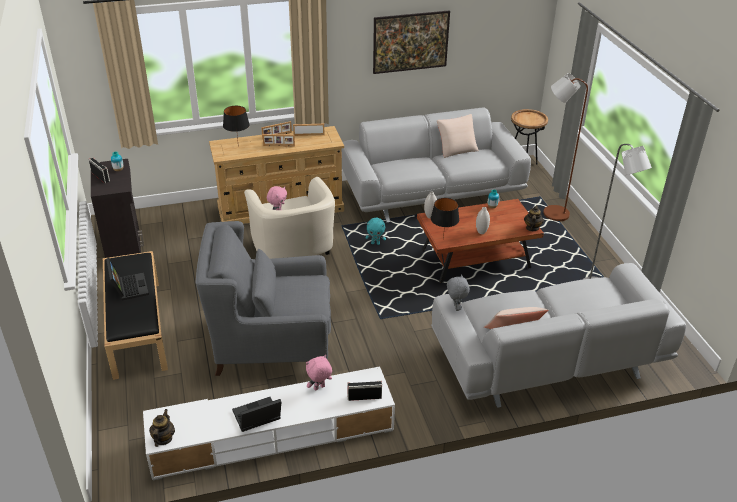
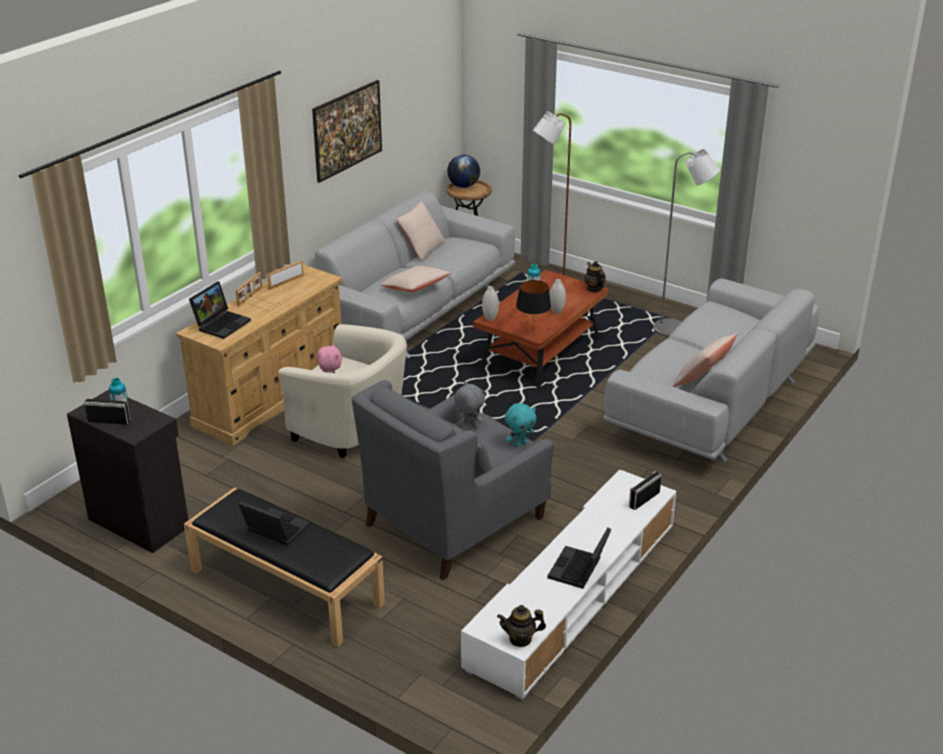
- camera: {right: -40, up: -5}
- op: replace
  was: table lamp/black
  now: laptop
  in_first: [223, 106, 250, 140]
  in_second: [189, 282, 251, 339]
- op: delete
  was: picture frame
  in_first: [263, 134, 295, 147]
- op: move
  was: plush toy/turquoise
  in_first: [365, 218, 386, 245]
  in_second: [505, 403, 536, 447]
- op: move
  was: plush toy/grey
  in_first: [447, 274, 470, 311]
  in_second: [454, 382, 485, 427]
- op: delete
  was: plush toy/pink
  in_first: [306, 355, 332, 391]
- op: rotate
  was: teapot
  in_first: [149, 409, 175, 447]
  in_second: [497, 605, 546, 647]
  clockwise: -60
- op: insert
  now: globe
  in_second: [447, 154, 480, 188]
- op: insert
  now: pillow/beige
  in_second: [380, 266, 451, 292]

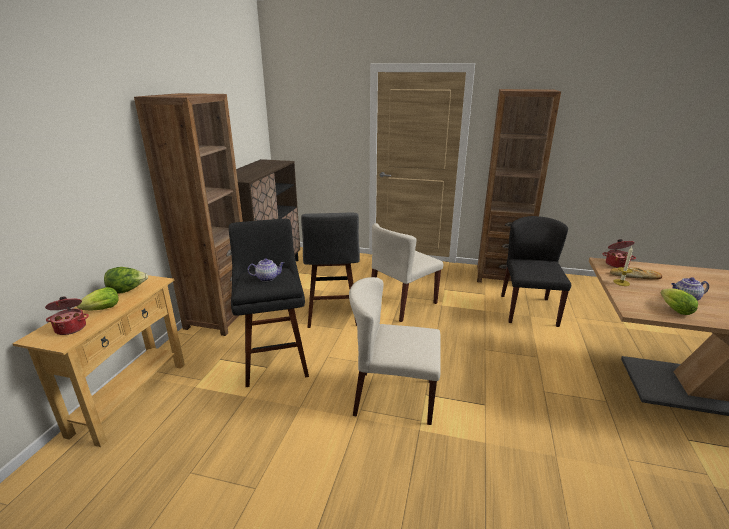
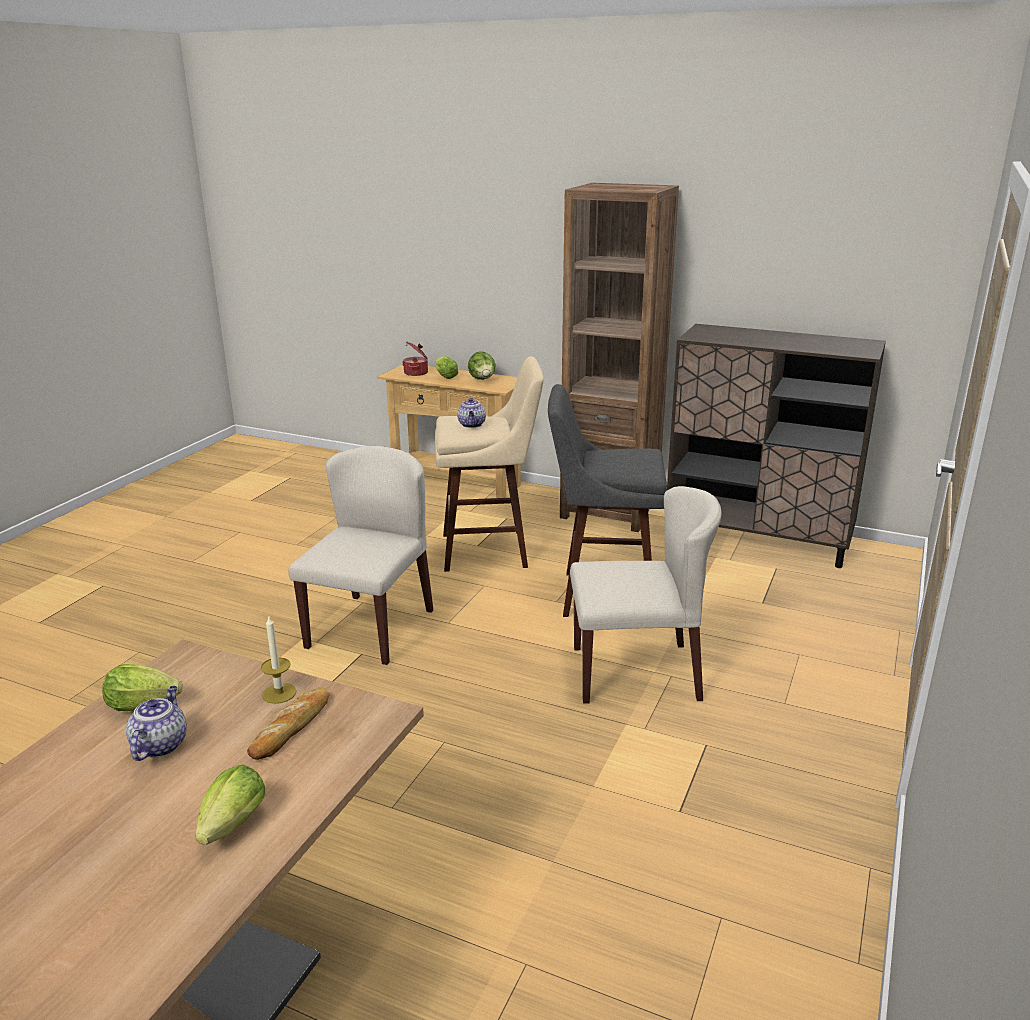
- camera: {right: 100, up: 0}
- op: delete
  was: bookcase/brown
  in_first: [477, 89, 561, 283]
- op: delete
  was: chair/black
  in_first: [501, 216, 571, 327]
- op: recolor
  was: stool/black
  now: stool/beige
  in_first: [229, 219, 309, 387]
  in_second: [435, 356, 544, 572]
- op: rotate
  was: chair/beige
  in_first: [371, 223, 443, 322]
  in_second: [570, 486, 721, 704]
  clockwise: 120
- op: delete
  was: cooking pot
  in_first: [602, 239, 636, 268]
- op: insert
  now: lettuce
  in_second: [195, 764, 266, 845]

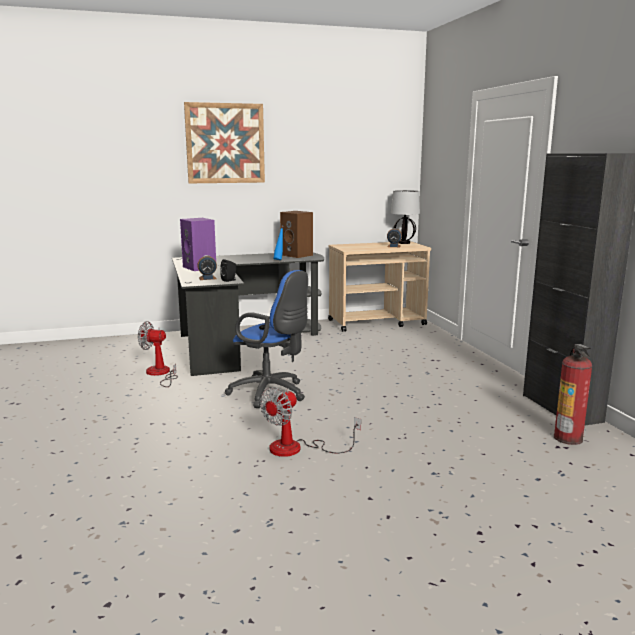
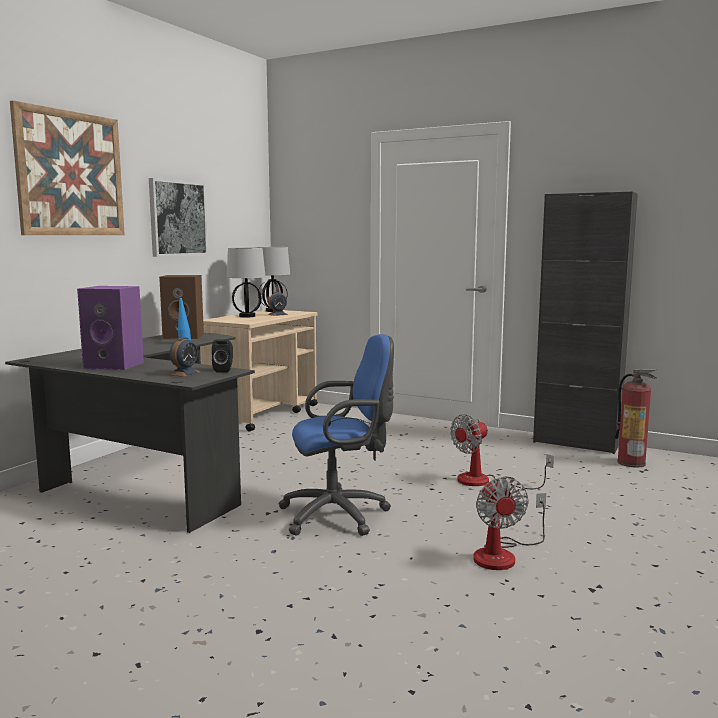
- camera: {right: -45, up: -5}
- op: move
  was: fan
  in_first: [138, 321, 178, 387]
  in_second: [450, 414, 554, 489]
- op: insert
  now: picture
  in_second: [149, 178, 208, 257]
- op: insert
  now: table lamp
  in_second: [227, 248, 266, 318]

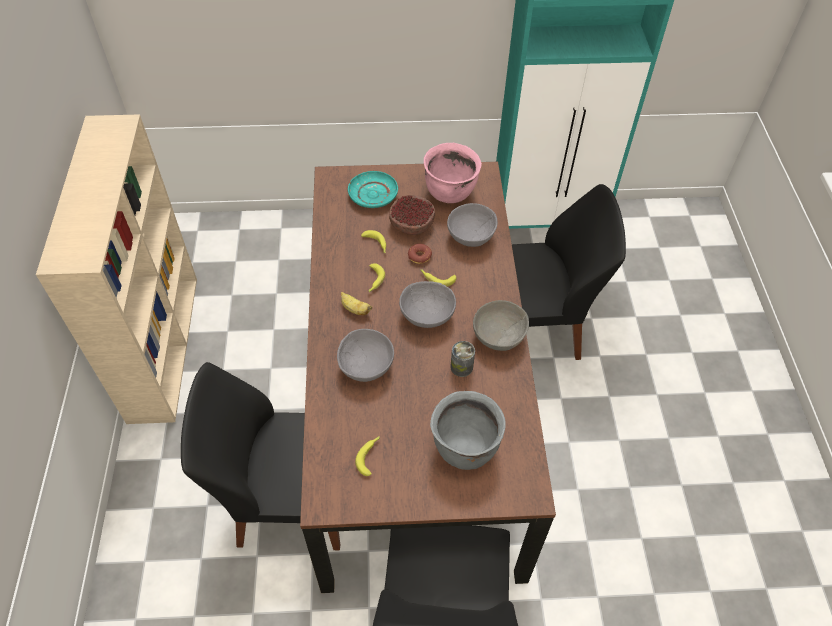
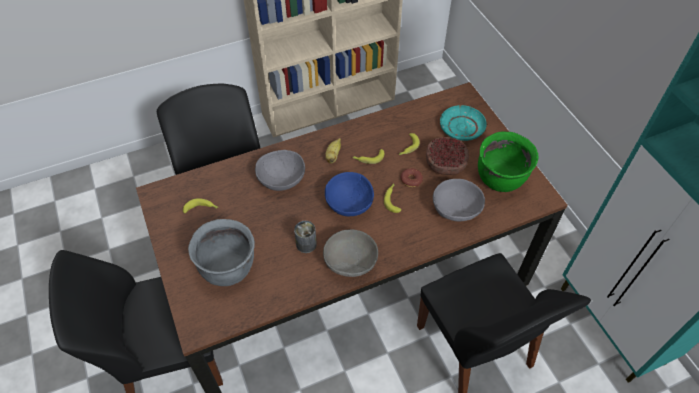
- camera: {right: 70, up: 0}
- op: recolor
  was: cooking pot/pink
  now: cooking pot/green
  in_first: [424, 143, 482, 203]
  in_second: [478, 132, 539, 192]
- op: recolor
  was: bowl/grey
  now: bowl/blue
  in_first: [399, 281, 456, 328]
  in_second: [325, 172, 374, 216]

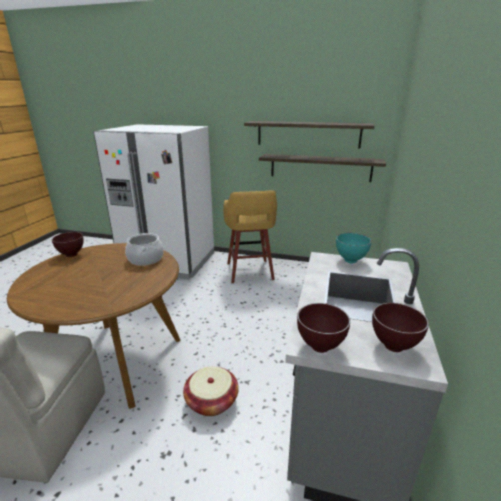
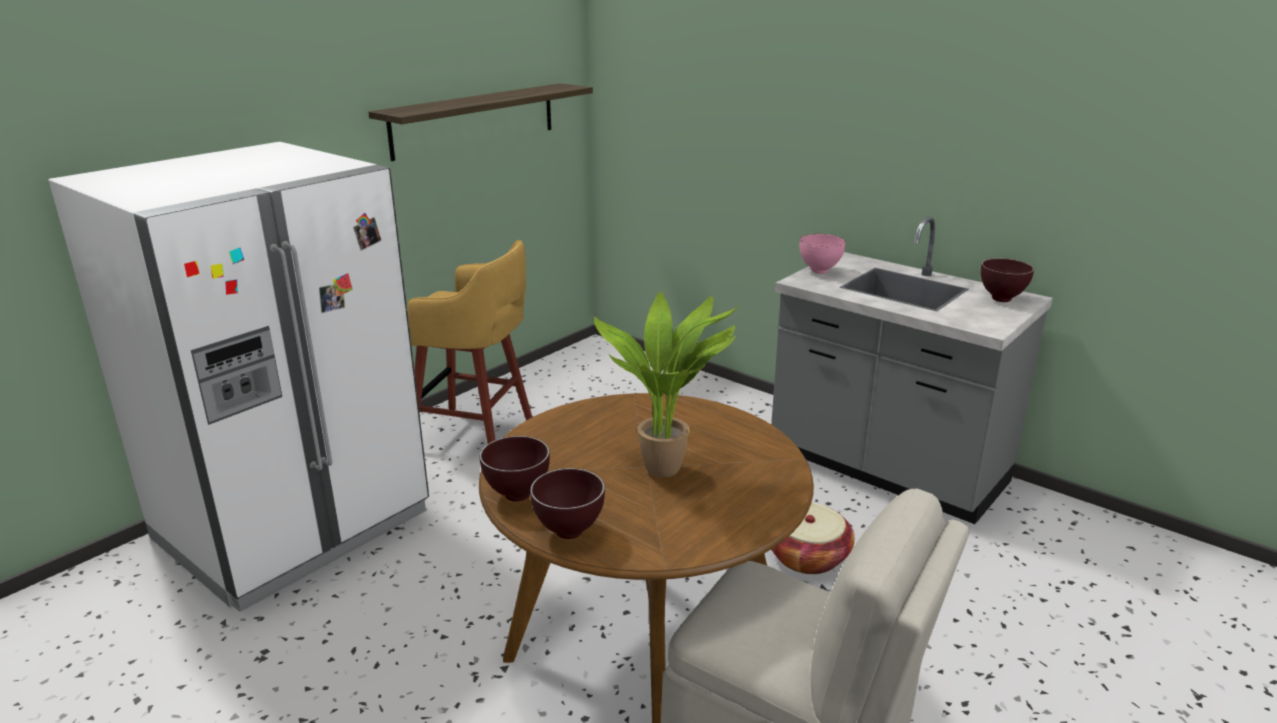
- camera: {right: -65, up: 0}
- op: delete
  was: shelf
  in_first: [259, 154, 386, 182]
- op: delete
  was: cooking pot
  in_first: [125, 233, 164, 266]
- op: recolor
  was: bowl/turquoise
  now: bowl/pink
  in_first: [336, 233, 371, 263]
  in_second: [799, 234, 846, 274]
- op: move
  was: bowl/brown
  in_first: [297, 303, 350, 353]
  in_second: [530, 468, 605, 539]
- op: insert
  now: potted plant
  in_second: [594, 292, 742, 478]

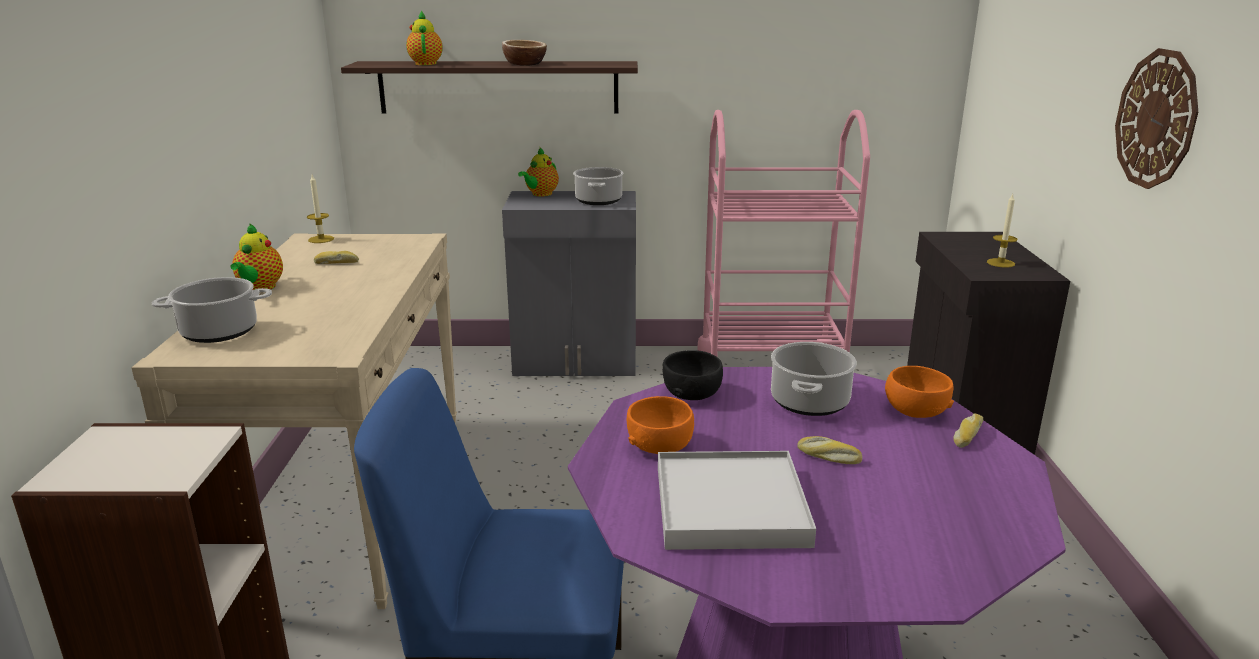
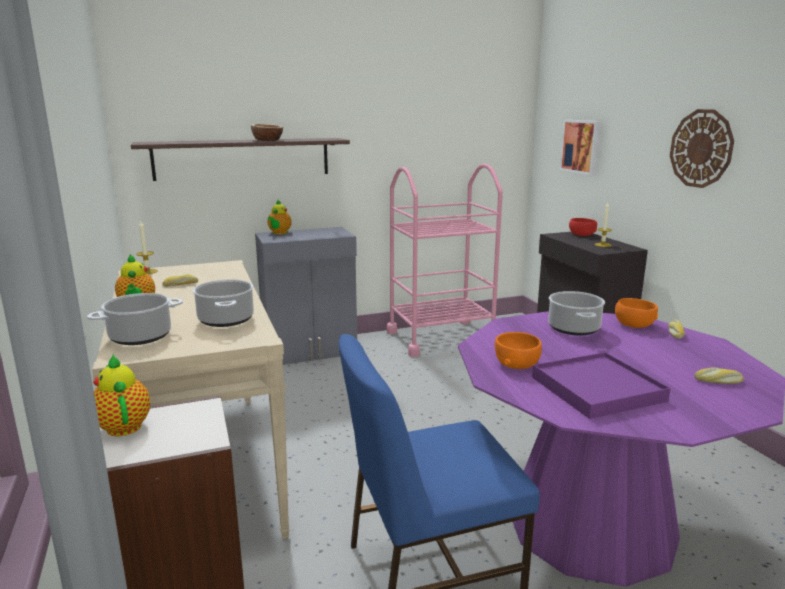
- camera: {right: -20, up: -5}
- op: move
  was: teapot
  in_first: [406, 11, 443, 65]
  in_second: [93, 355, 150, 436]
- op: move
  was: cooking pot
  in_first: [573, 167, 623, 205]
  in_second: [193, 279, 254, 327]
- op: delete
  was: bowl/black
  in_first: [662, 350, 723, 400]
- op: move
  was: bread
  in_first: [797, 436, 862, 464]
  in_second: [695, 368, 744, 384]
- op: recolor
  was: tray/white
  now: tray/purple
  in_first: [658, 451, 816, 550]
  in_second: [532, 352, 671, 419]
- op: insert
  now: picture
  in_second: [559, 120, 601, 175]
- op: insert
  now: bowl/red
  in_second: [569, 218, 597, 236]

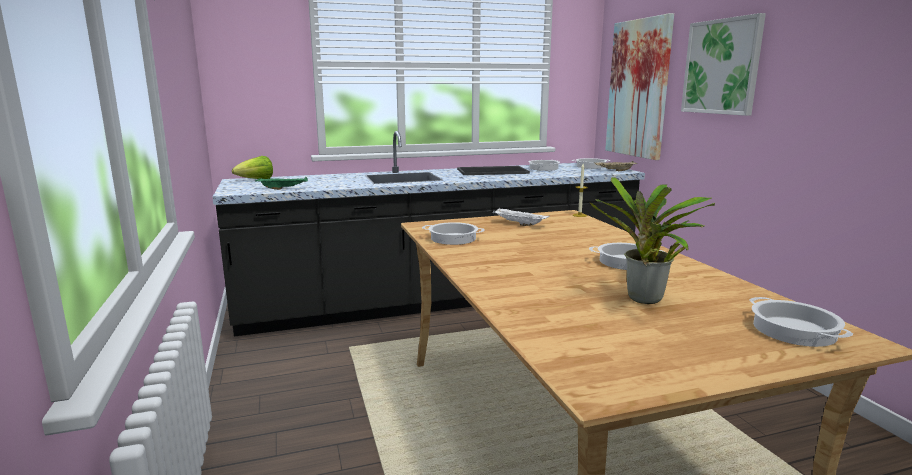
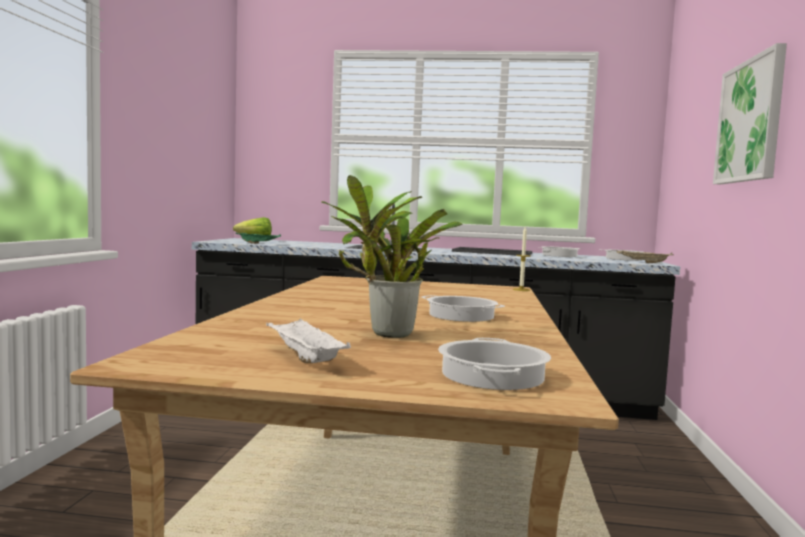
- camera: {right: 25, up: -10}
- op: delete
  was: picture
  in_first: [605, 13, 674, 160]
- op: move
  was: tray/white
  in_first: [492, 208, 550, 226]
  in_second: [266, 318, 351, 363]
- op: delete
  was: cooking pot
  in_first: [422, 222, 485, 245]

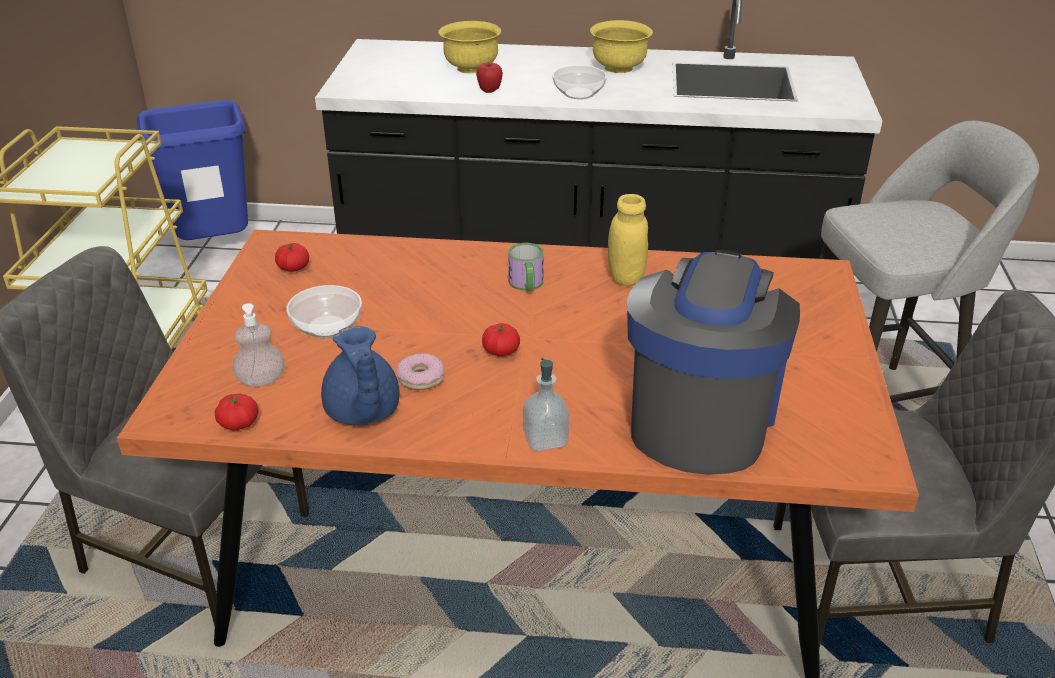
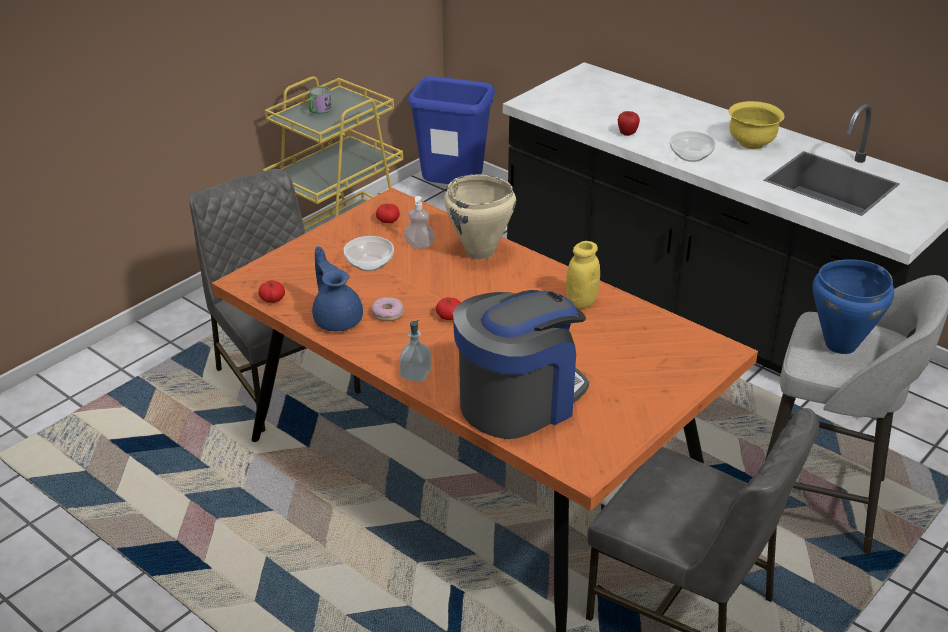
- camera: {right: 35, up: 0}
- op: delete
  was: bowl/yellow
  in_first: [438, 21, 501, 74]
- op: move
  was: mug
  in_first: [508, 243, 544, 291]
  in_second: [309, 86, 332, 114]
- op: move
  was: soap dispenser
  in_first: [233, 303, 285, 387]
  in_second: [404, 196, 435, 249]
- op: rotate
  was: teapot/blue
  in_first: [321, 326, 399, 425]
  in_second: [312, 246, 363, 331]
  clockwise: 135
- op: insert
  now: cooking pot/beige
  in_second: [444, 174, 516, 260]
- op: insert
  now: cooking pot/blue
  in_second: [812, 259, 894, 354]

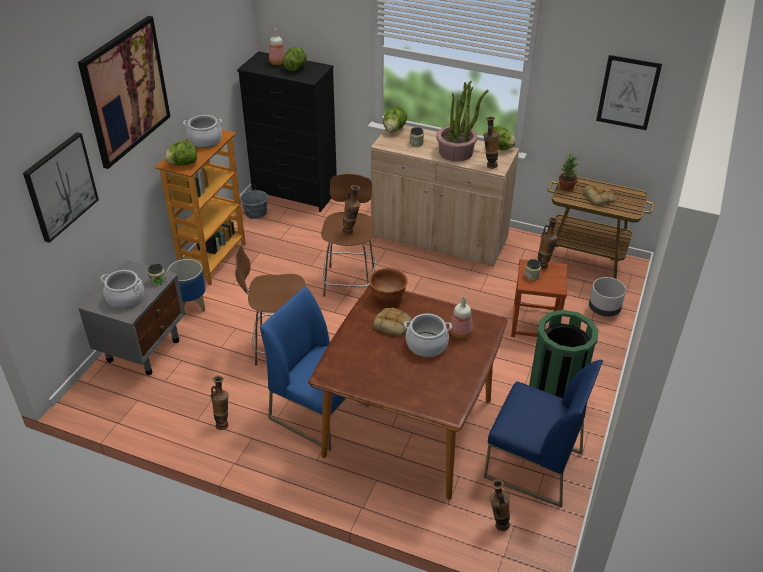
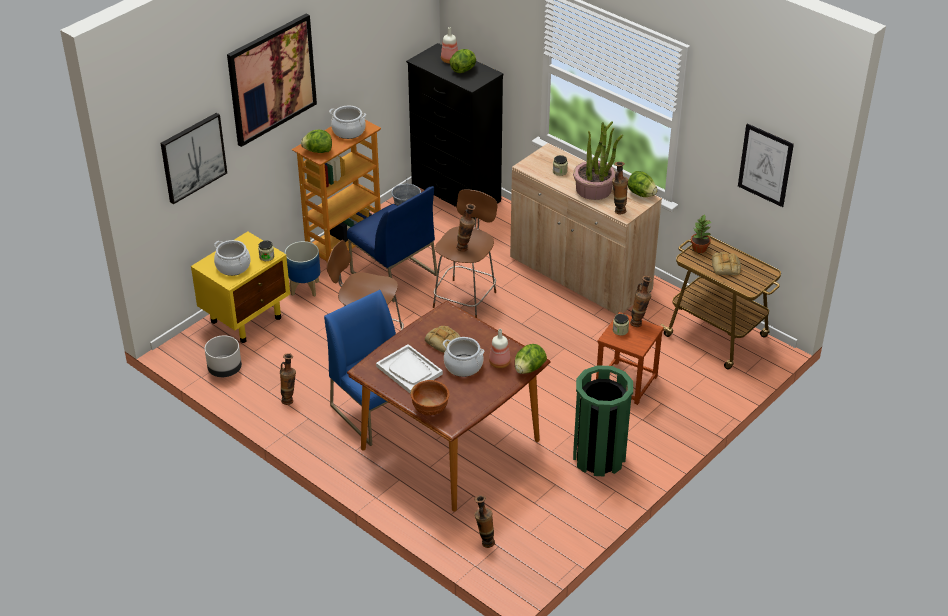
- camera: {right: 20, up: 0}
- op: move
  was: lettuce
  in_first: [383, 107, 407, 132]
  in_second: [515, 344, 547, 374]
- op: recolor
  was: nightstand/grey
  now: nightstand/yellow
  in_first: [78, 260, 185, 375]
  in_second: [191, 231, 290, 343]
- op: move
  was: bowl/brown
  in_first: [369, 268, 408, 302]
  in_second: [410, 380, 450, 416]
- op: move
  was: planter/grey
  in_first: [589, 277, 626, 317]
  in_second: [205, 336, 242, 377]
- op: move
  was: chair/blue
  in_first: [484, 360, 603, 507]
  in_second: [347, 186, 437, 302]
- op: insert
  now: tray/white
  in_second: [376, 344, 443, 393]

